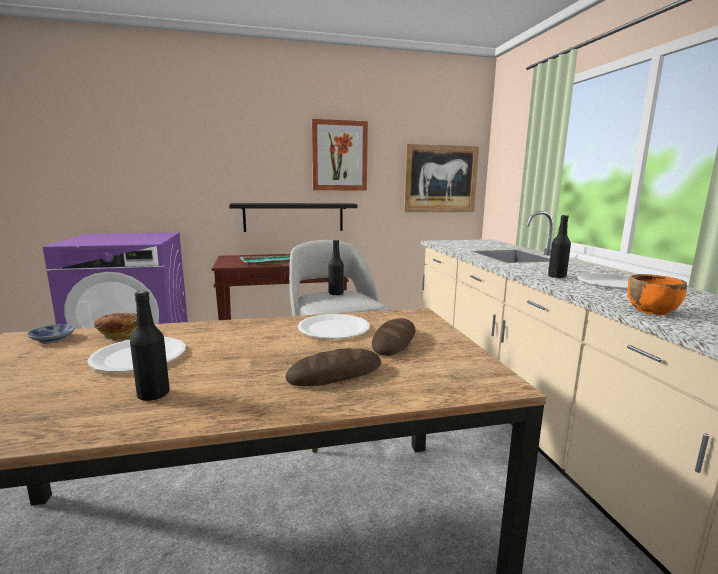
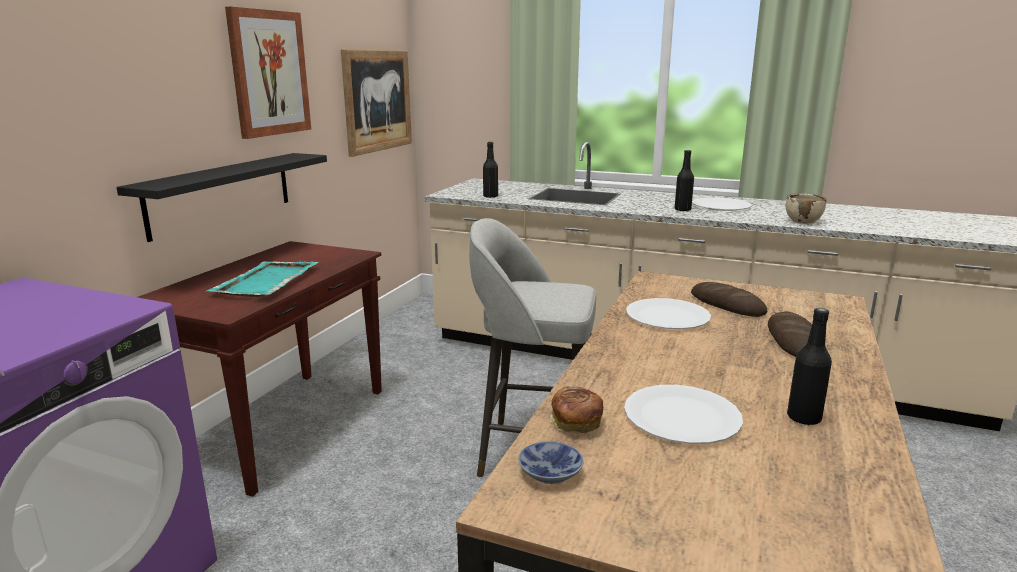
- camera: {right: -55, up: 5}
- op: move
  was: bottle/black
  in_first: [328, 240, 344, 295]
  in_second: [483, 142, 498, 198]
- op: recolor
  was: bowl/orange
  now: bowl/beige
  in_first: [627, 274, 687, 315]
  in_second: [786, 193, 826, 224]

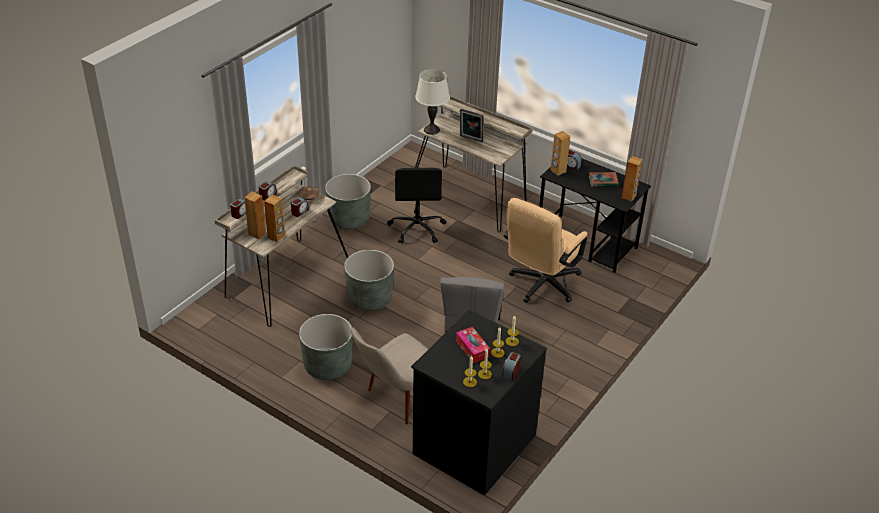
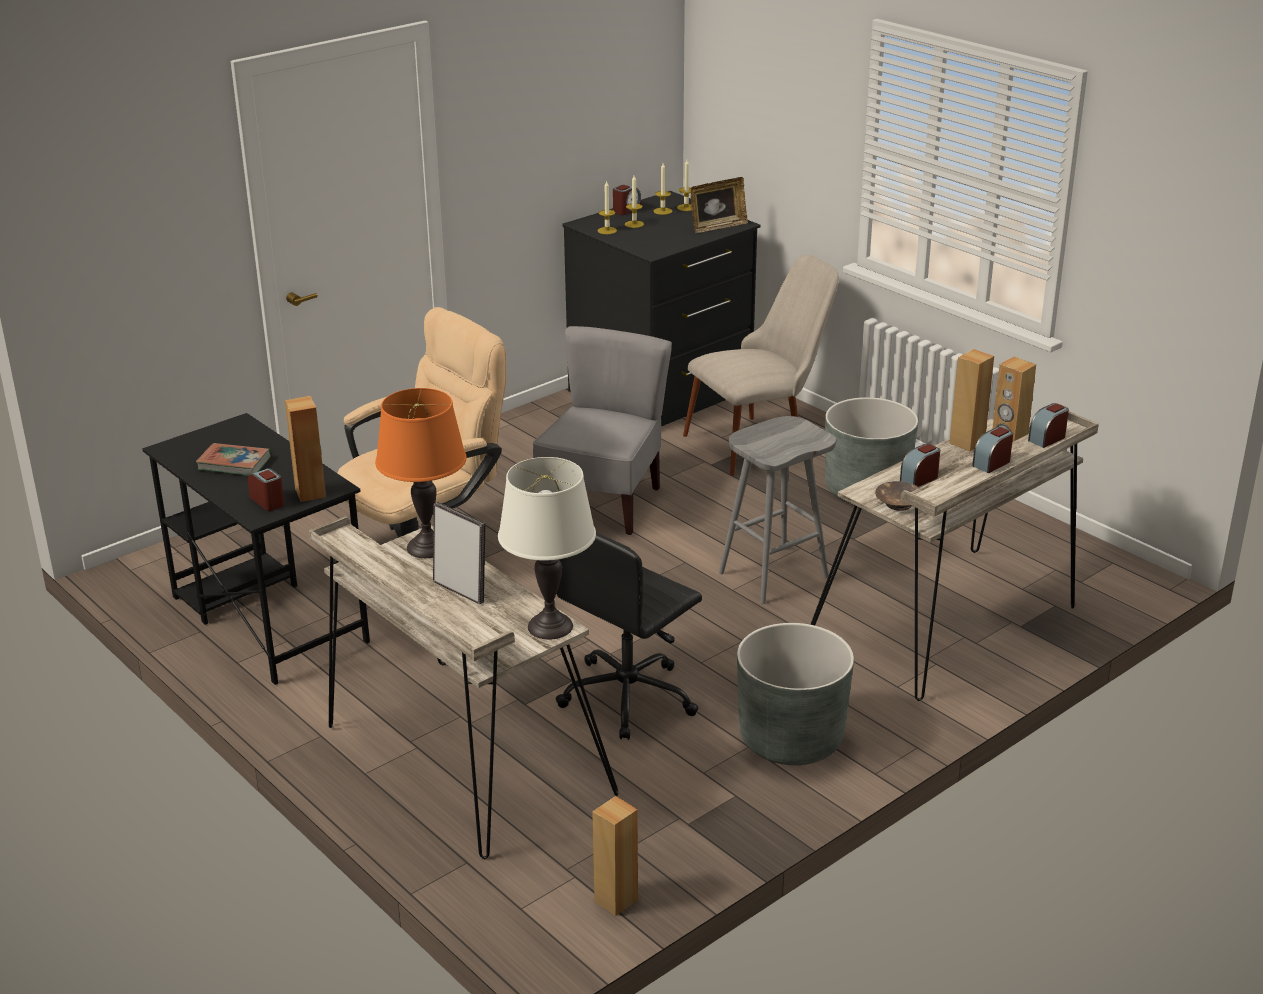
- camera: {right: -165, up: -10}
- op: move
  was: speaker/brown
  in_first: [621, 156, 643, 202]
  in_second: [592, 796, 638, 917]
- op: rotate
  was: office chair/black
  in_first: [387, 168, 446, 244]
  in_second: [556, 532, 702, 740]
  clockwise: -150
- op: replace
  was: planter/grey
  now: stool/grey
  in_first: [344, 250, 394, 311]
  in_second: [719, 416, 836, 604]
- op: delete
  was: tissue box
  in_first: [456, 327, 490, 363]
- op: insert
  now: picture frame
  in_second: [691, 177, 748, 233]
- op: insert
  now: table lamp/orange
  in_second: [375, 388, 467, 558]

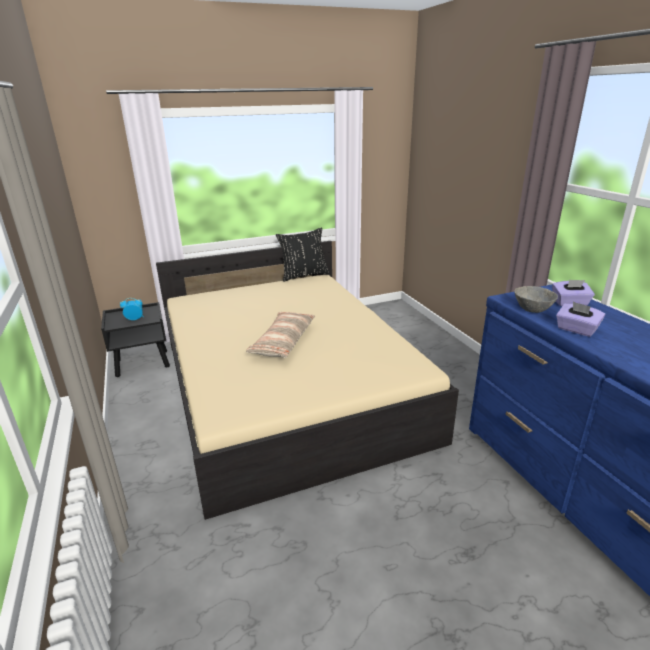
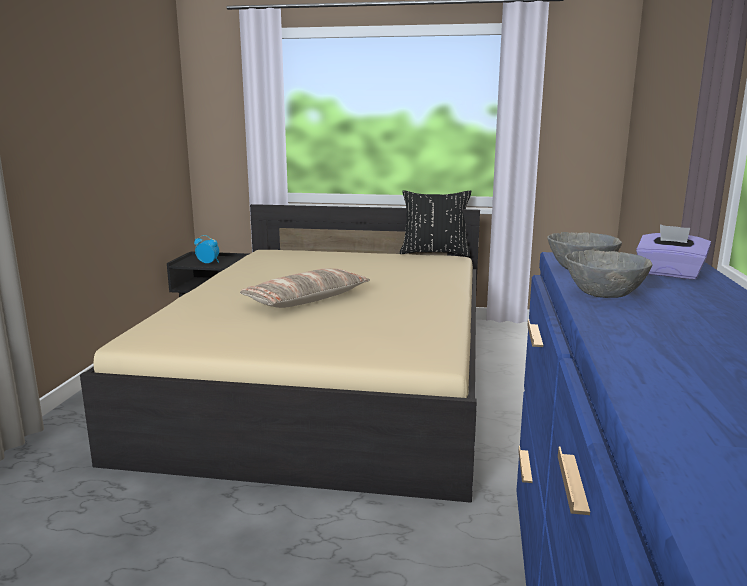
- camera: {right: 30, up: -10}
- op: replace
  was: tissue box/purple
  now: bowl/grey
  in_first: [556, 302, 605, 337]
  in_second: [565, 250, 652, 298]

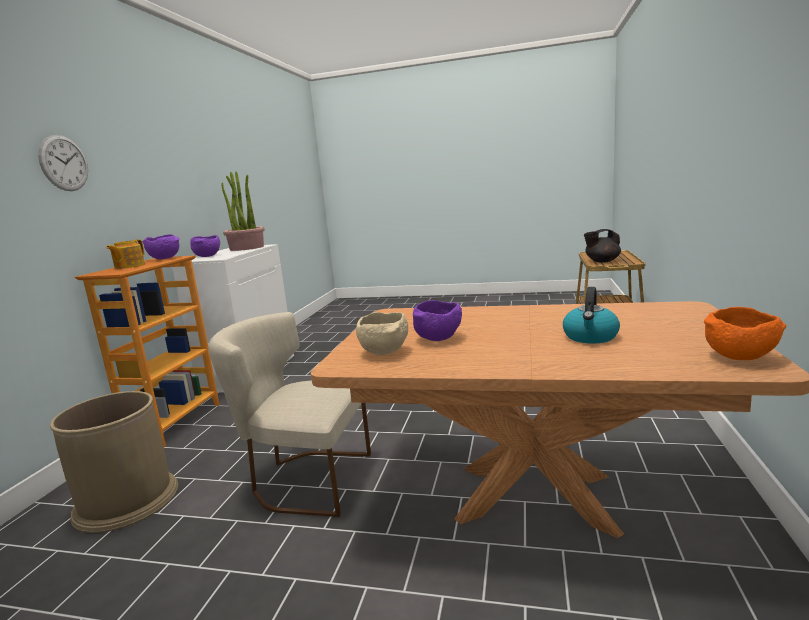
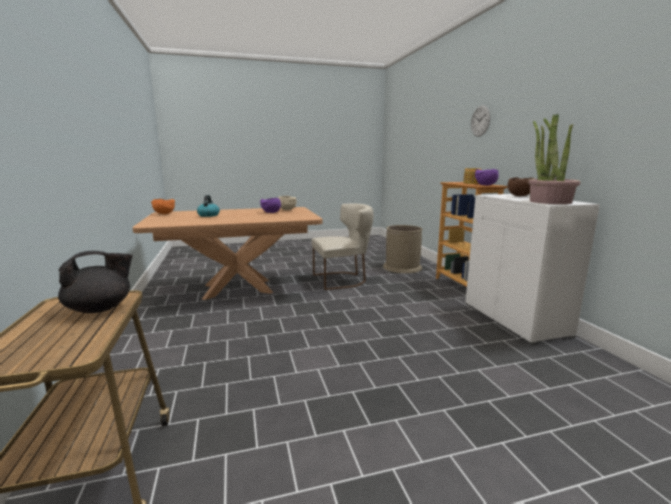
- camera: {right: 150, up: 0}
- op: recolor
  was: bowl/purple
  now: bowl/brown
  in_first: [190, 235, 220, 257]
  in_second: [508, 177, 534, 196]

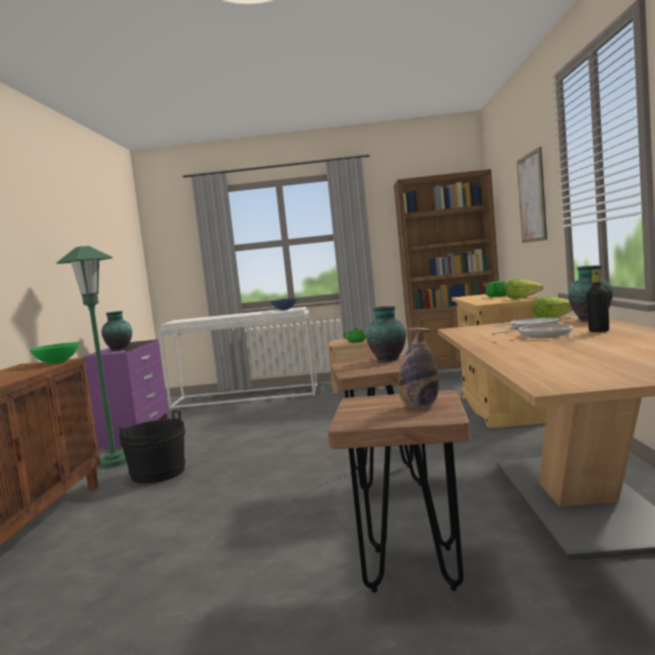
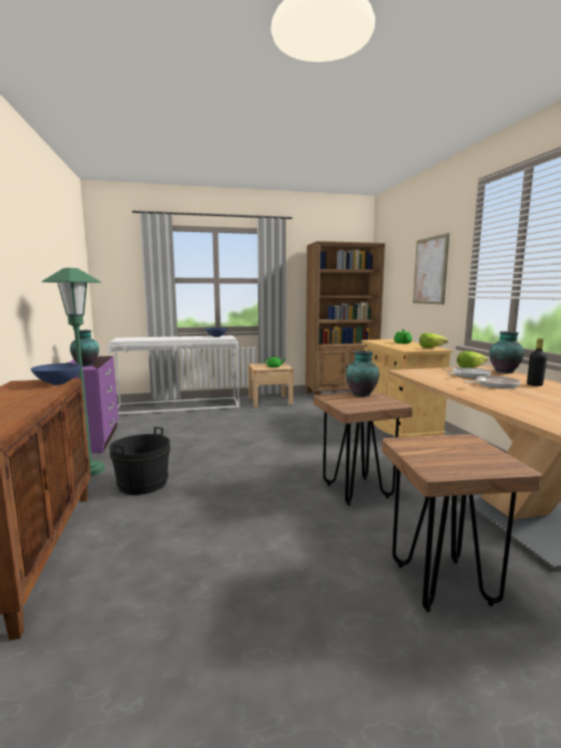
- camera: {right: -15, up: 5}
- op: delete
  was: bottle
  in_first: [398, 328, 439, 408]
- op: recolor
  was: bowl/green
  now: bowl/blue
  in_first: [29, 342, 79, 364]
  in_second: [31, 363, 82, 385]

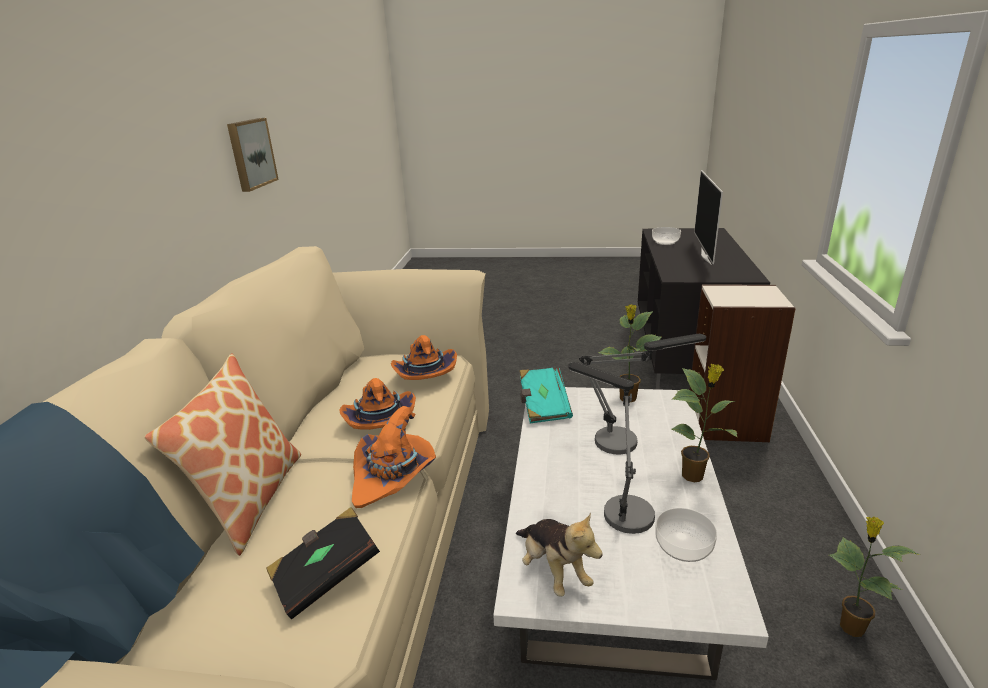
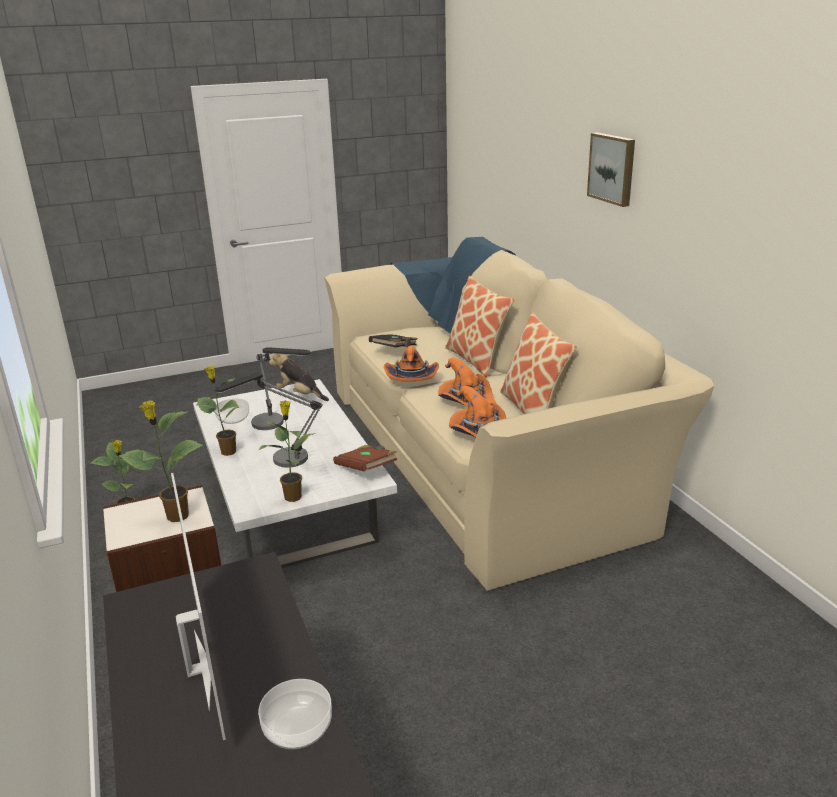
- camera: {right: 150, up: 0}
- op: move
  was: picture
  in_first: [227, 118, 279, 192]
  in_second: [587, 132, 635, 207]
- op: recolor
  was: book/turquoise
  now: book/brown
  in_first: [519, 367, 573, 423]
  in_second: [333, 445, 397, 471]
- op: insert
  now: pillow
  in_second: [500, 312, 577, 414]
- op: insert
  now: potted plant
  in_second: [119, 400, 203, 522]

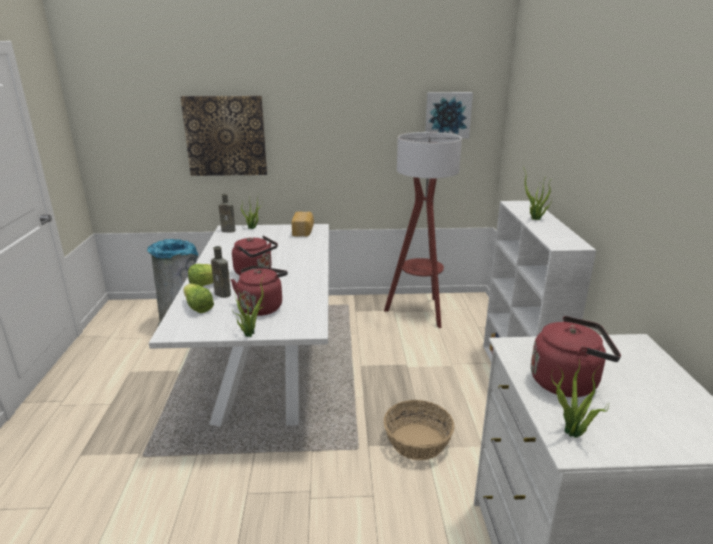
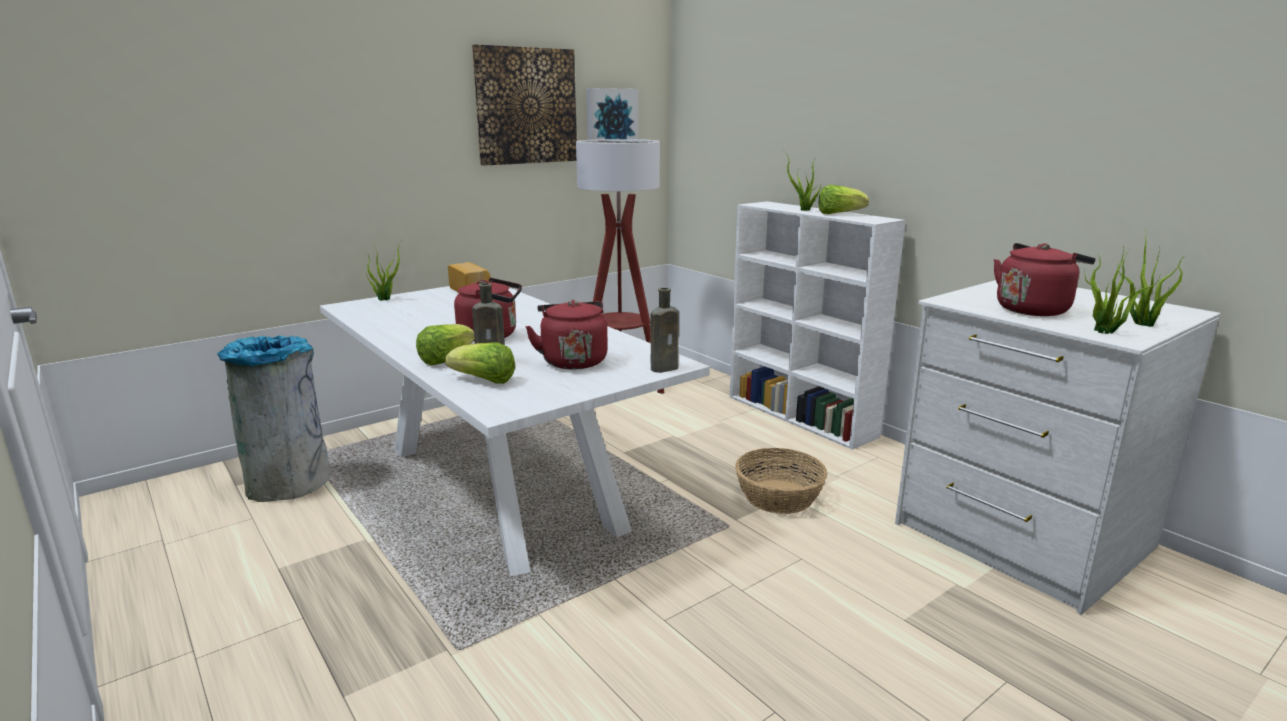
- camera: {right: -35, up: -5}
- op: move
  was: picture
  in_first: [180, 96, 267, 176]
  in_second: [472, 44, 577, 166]
- op: move
  was: bottle/brown
  in_first: [219, 193, 236, 232]
  in_second: [650, 288, 679, 373]
- op: move
  was: potted plant
  in_first: [232, 276, 264, 337]
  in_second: [1118, 242, 1186, 327]
- op: insert
  now: lettuce
  in_second: [819, 185, 869, 214]

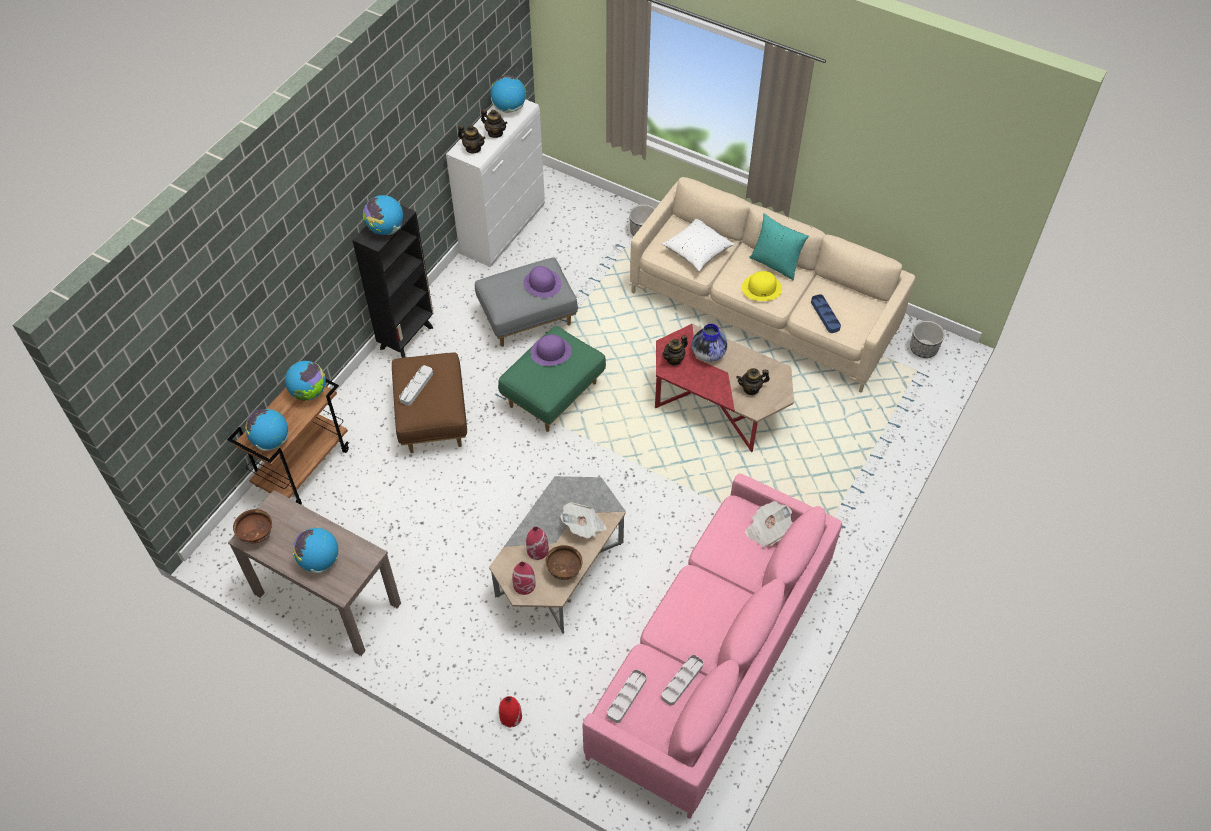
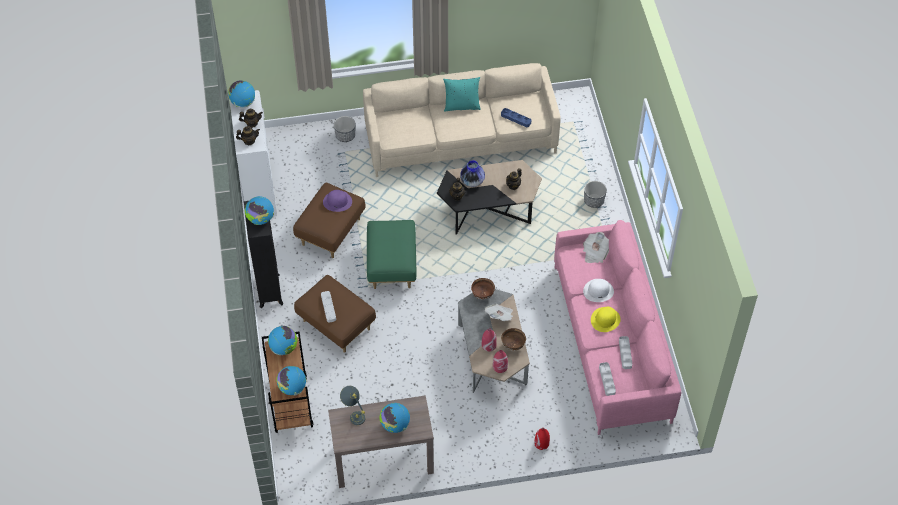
- camera: {right: -40, up: 0}
- op: delete
  was: pillow/white
  in_first: [662, 219, 734, 271]
- op: recolor
  was: ottoman/grey
  now: ottoman/brown
  in_first: [475, 258, 578, 347]
  in_second: [293, 183, 366, 258]
- op: move
  was: hat/yellow
  in_first: [742, 271, 782, 301]
  in_second: [591, 307, 621, 332]
- op: move
  was: planter
  in_first: [910, 321, 945, 358]
  in_second: [584, 181, 607, 208]
- op: recolor
  was: coffee table/red
  now: coffee table/black
  in_first: [655, 324, 794, 452]
  in_second: [437, 160, 542, 235]
- op: delete
  was: hat/purple
  in_first: [530, 335, 572, 366]
- op: move
  was: bowl/brown
  in_first: [233, 509, 272, 544]
  in_second: [471, 278, 495, 300]
- op: insert
  now: hat/white
  in_second: [583, 279, 614, 302]
- op: insert
  now: table lamp/grey
  in_second: [340, 386, 365, 425]

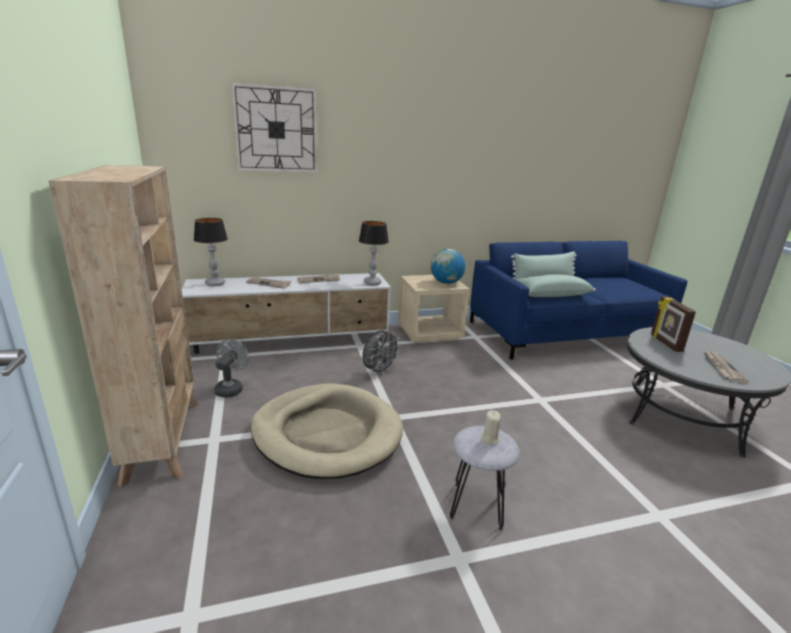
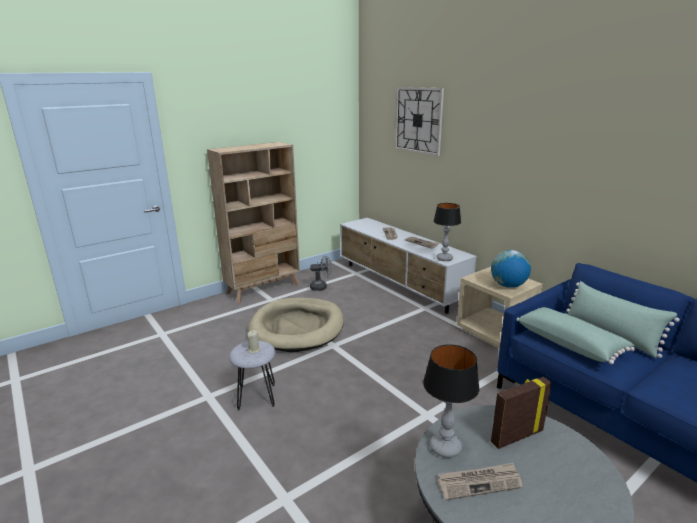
- camera: {right: 70, up: 0}
- op: move
  was: table lamp
  in_first: [194, 218, 228, 286]
  in_second: [423, 344, 480, 458]
- op: delete
  was: fan/grey
  in_first: [362, 330, 401, 376]

